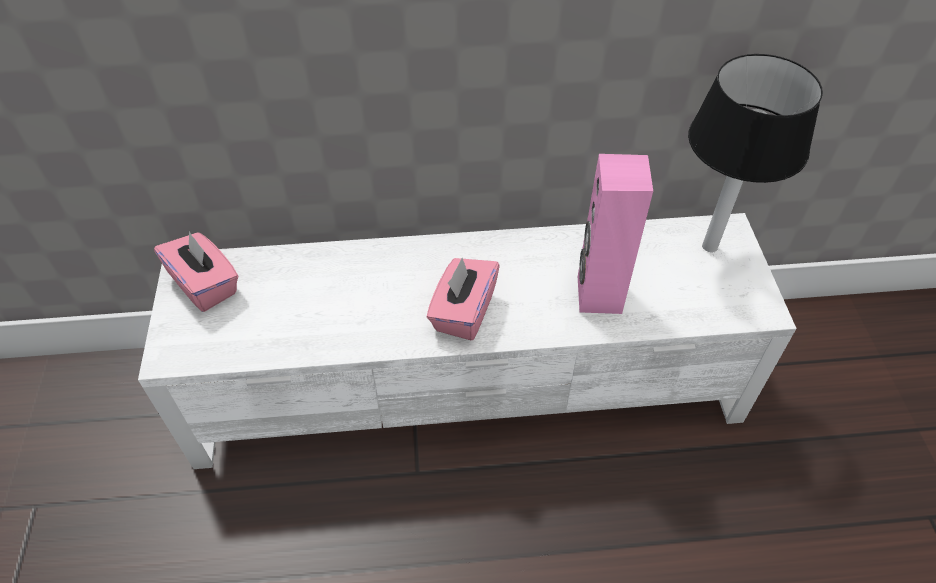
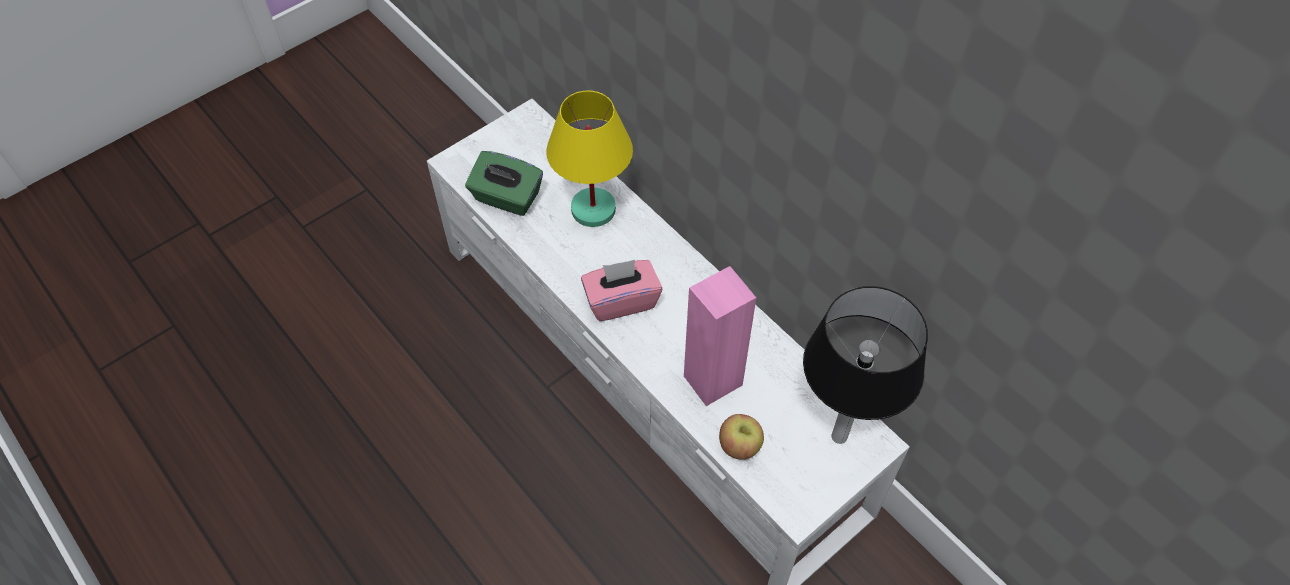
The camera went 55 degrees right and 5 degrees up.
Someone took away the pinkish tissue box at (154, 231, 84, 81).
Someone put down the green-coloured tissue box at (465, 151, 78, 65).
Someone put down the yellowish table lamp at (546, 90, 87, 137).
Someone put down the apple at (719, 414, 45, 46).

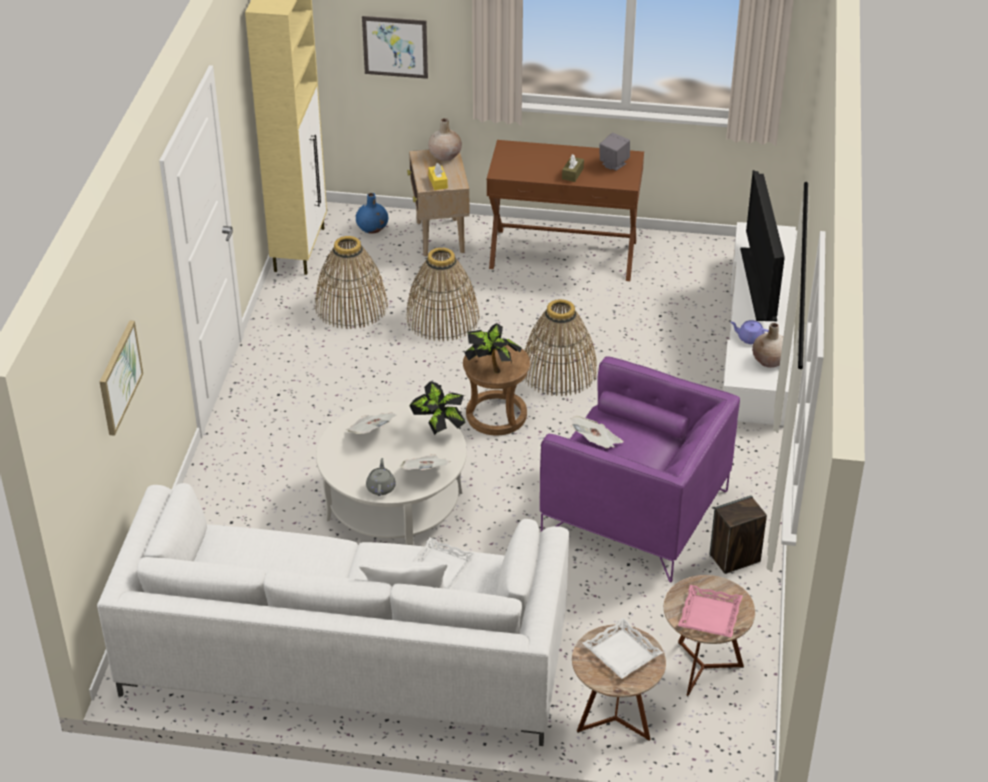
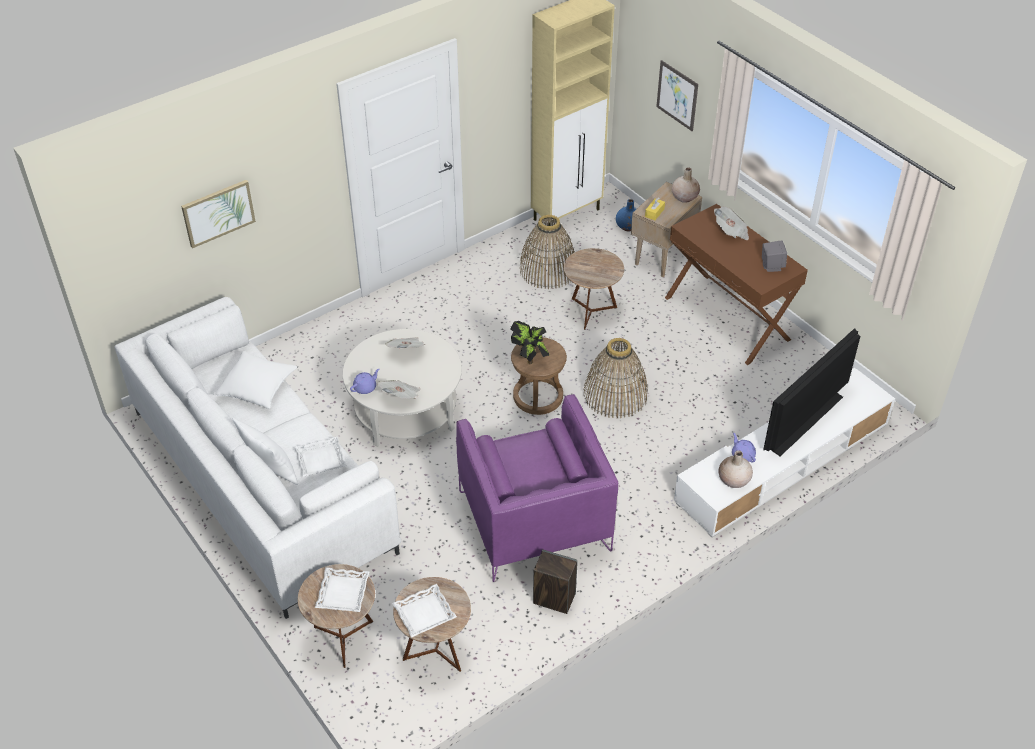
The camera went 45 degrees right and 5 degrees up.
Someone repainted the grey tea pot at (366, 458, 30, 38), which became the purple-coloured tea pot at (350, 369, 29, 25).
Someone swapped the basket at (406, 247, 74, 95) for the brown accent table at (564, 248, 60, 82).
Someone took away the houseplant at (409, 381, 57, 54).
Someone took away the brown tissue box at (562, 154, 22, 28).
Someone carried the newspaper from (571, 416, 52, 33) to (714, 207, 35, 33).
Someone repainted the pinkish tray at (678, 585, 64, 53), which became the whitish tray at (392, 584, 65, 54).
Someone put down the whitish pillow at (213, 351, 84, 58).

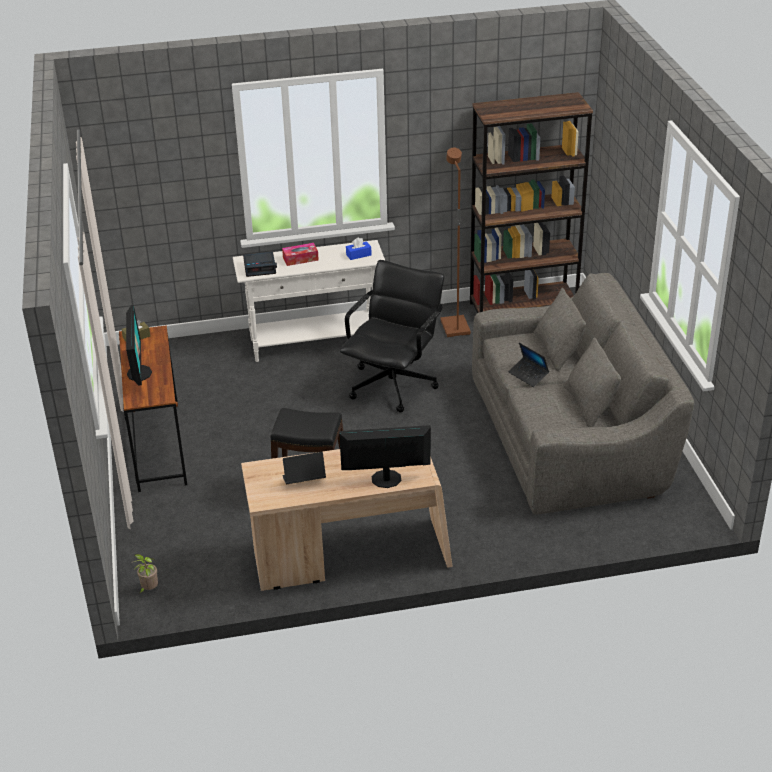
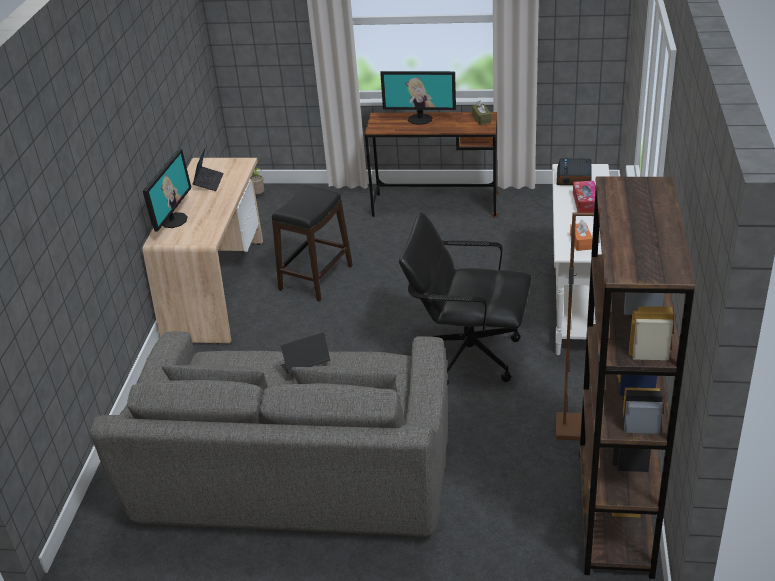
The camera went 110 degrees right and 0 degrees up.
Someone rotated the blackish office chair at (340, 260, 104, 153) by 150 degrees clockwise.
Someone repainted the blue tissue box at (346, 237, 26, 23), which became the orangey tissue box at (570, 220, 22, 31).

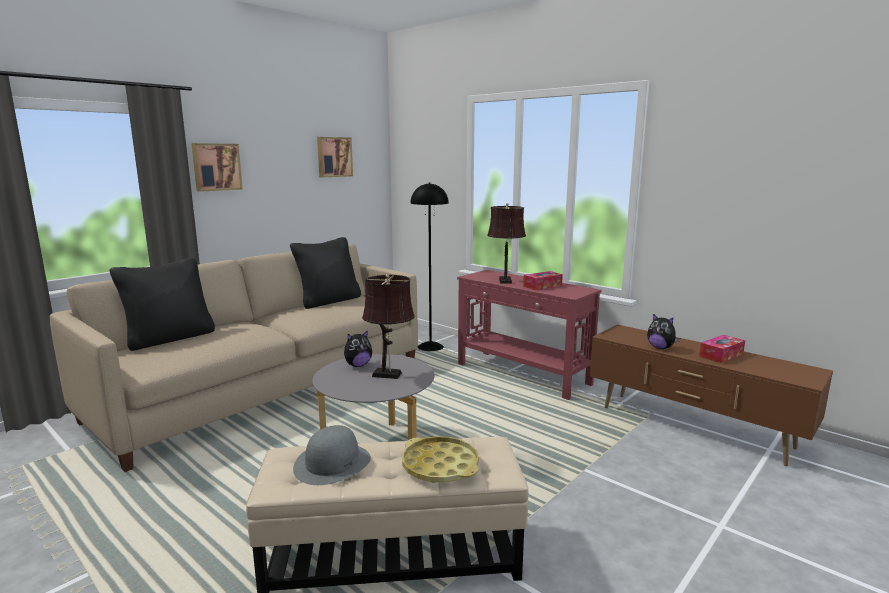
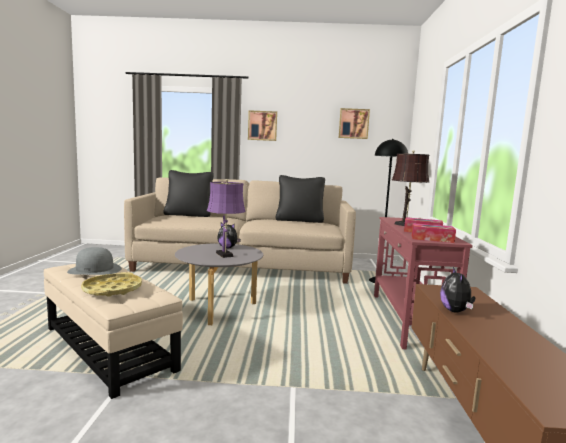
The camera went 50 degrees right and 5 degrees down.
Someone repainted the brown table lamp at (362, 274, 53, 105), which became the purple-coloured table lamp at (207, 179, 39, 79).
Someone carried the tissue box from (699, 335, 46, 28) to (412, 223, 44, 20).

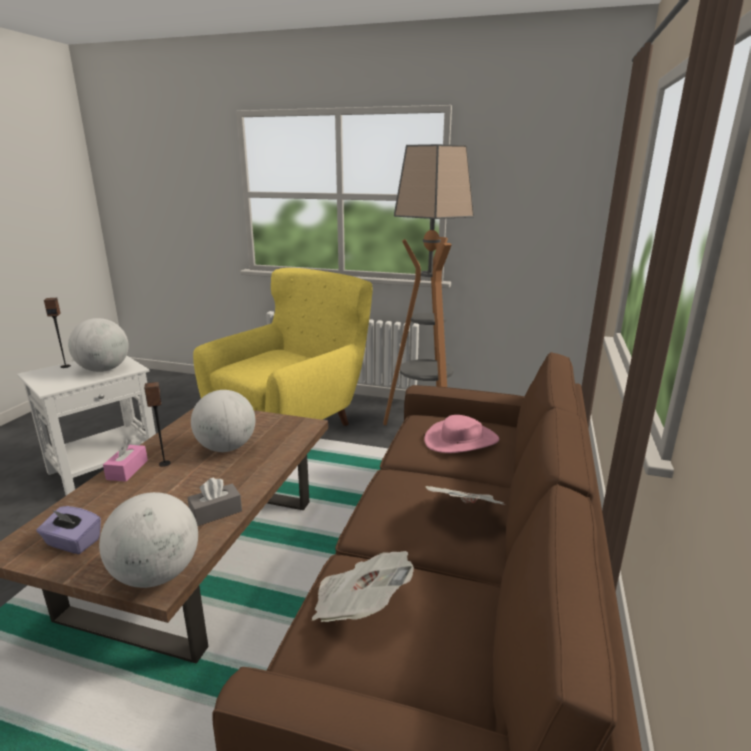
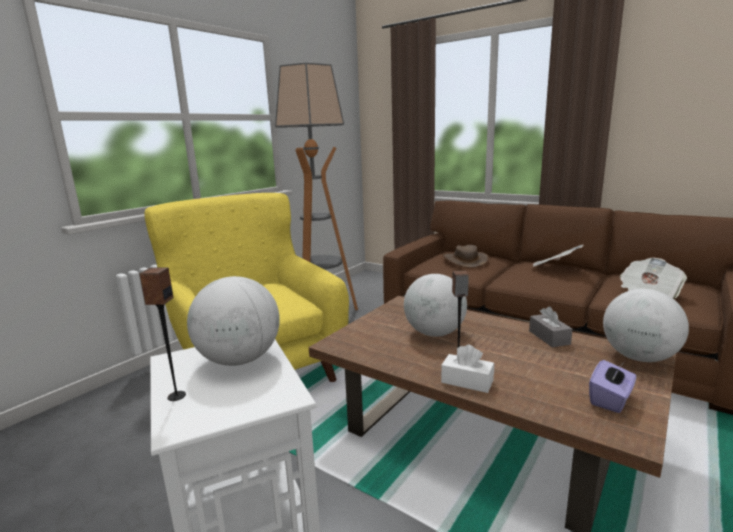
The camera went 70 degrees left and 5 degrees down.
Someone repainted the pinkish tissue box at (103, 439, 45, 43), which became the whitish tissue box at (441, 345, 53, 48).
Someone repainted the pinkish clothing hat at (424, 415, 75, 38), which became the brown clothing hat at (443, 245, 46, 23).

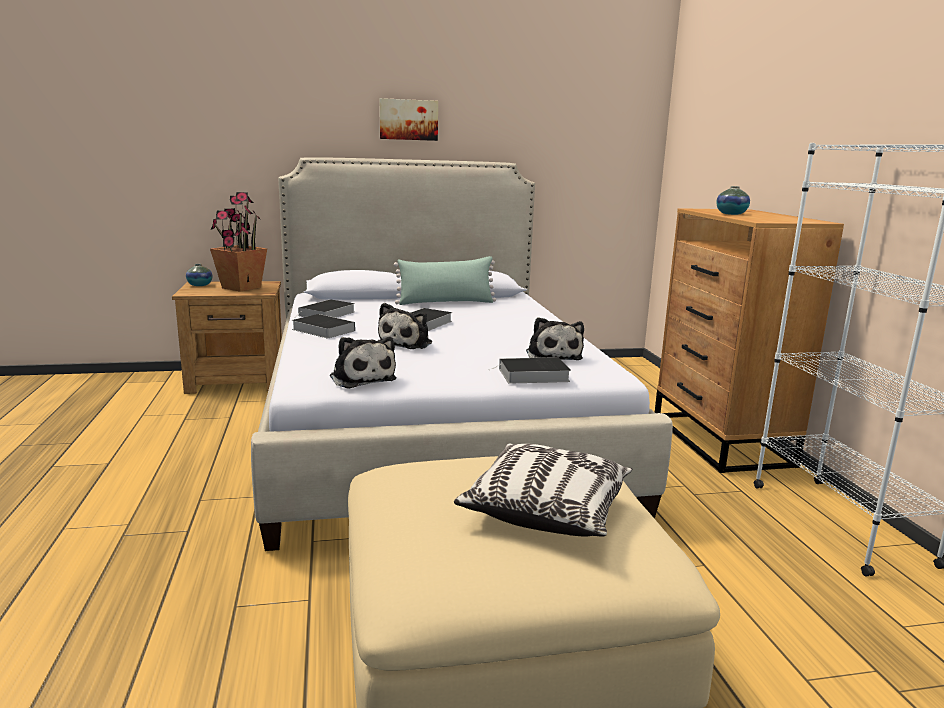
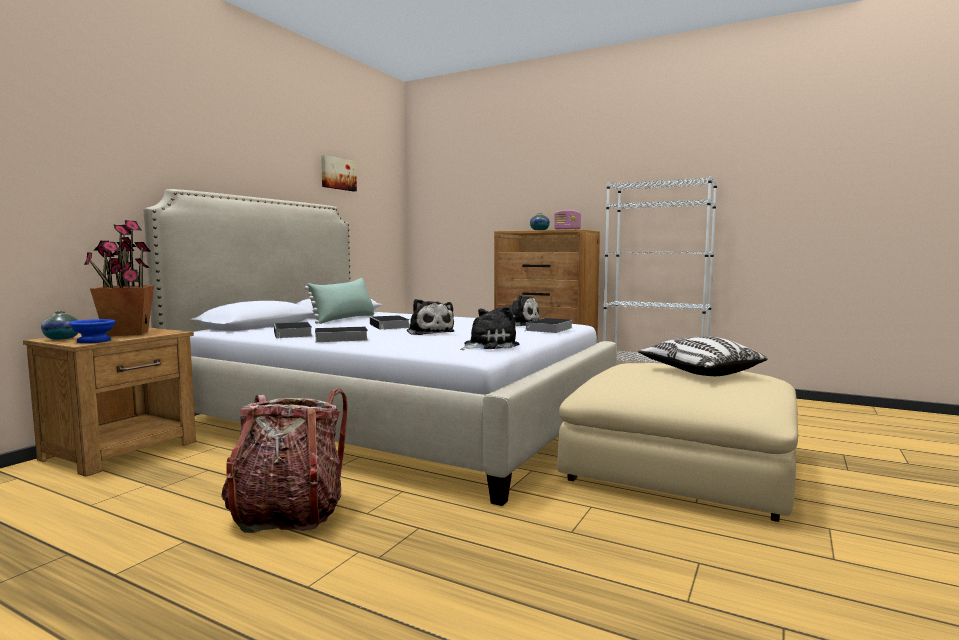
The camera went 50 degrees left and 10 degrees down.
Someone rotated the plush toy at (330, 337, 67, 52) by 45 degrees counterclockwise.
Someone carried the picture from (379, 98, 59, 43) to (321, 155, 36, 36).
Someone put down the blue deep dish at (69, 319, 47, 24).
Someone put down the knapsack at (221, 388, 127, 145).
Someone put down the radio at (554, 210, 27, 20).

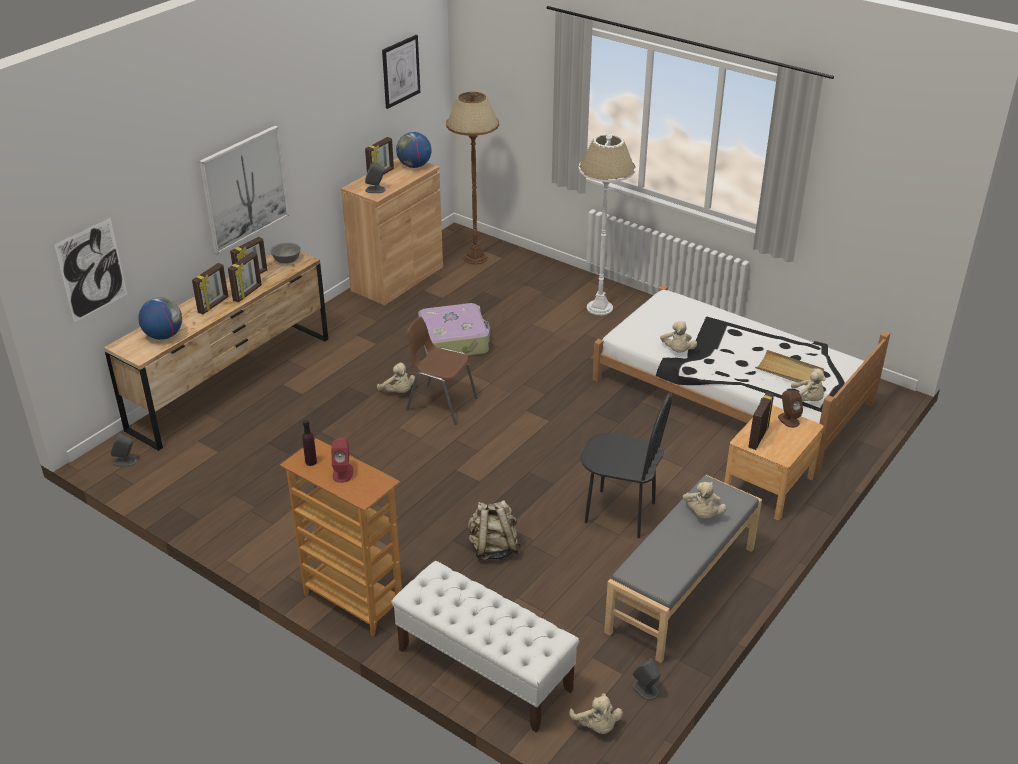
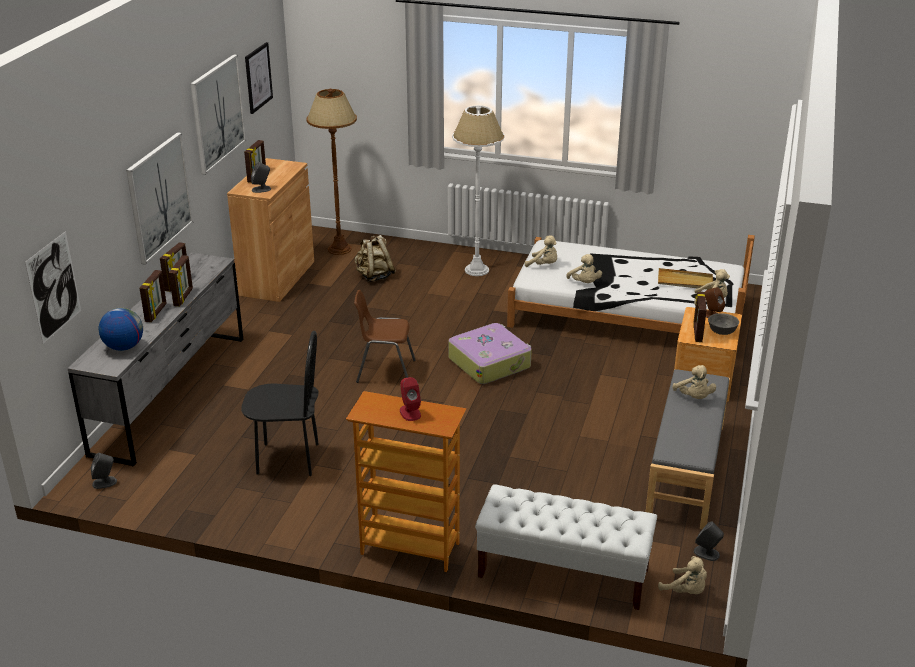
The camera went 20 degrees left and 5 degrees down.
Someone repainted the brown chest of drawers at (104, 252, 224, 199), which became the grey chest of drawers at (67, 253, 176, 214).
Someone carried the grey deep dish from (270, 243, 31, 21) to (708, 313, 31, 22).
Someone took away the purple-coloured beverage bottle at (302, 420, 15, 46).
Someone carried the beige plush toy from (377, 362, 38, 31) to (525, 235, 32, 32).
Someone took away the globe at (396, 132, 35, 36).
Someone carried the travel case from (418, 303, 72, 53) to (448, 323, 84, 61).
Someone carried the beige knapsack from (468, 500, 54, 61) to (354, 235, 42, 47).
Someone carried the blackish upright chair from (581, 393, 91, 145) to (241, 331, 78, 145).
Someone put up the picture at (190, 54, 56, 121).

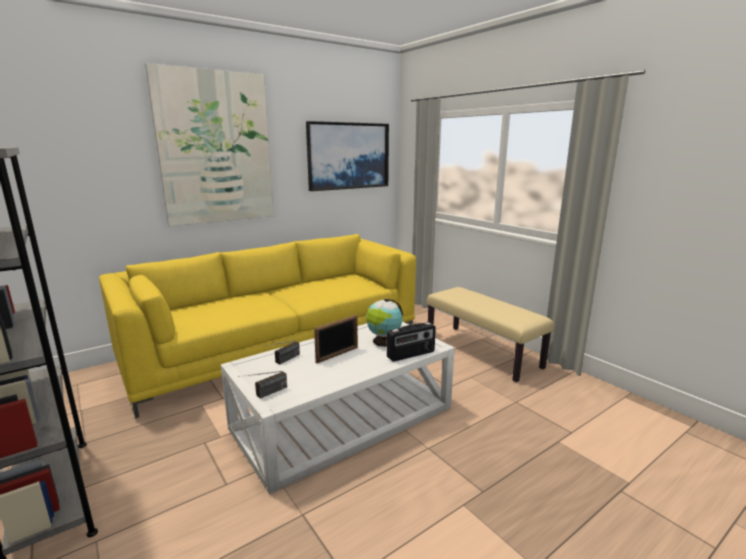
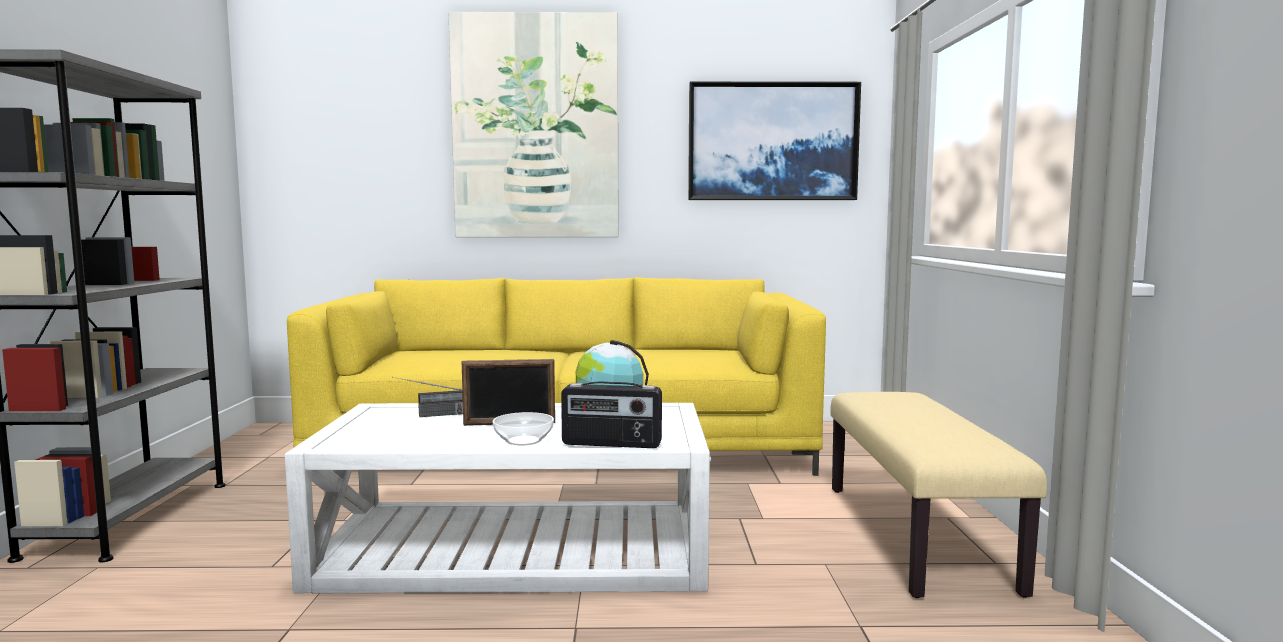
The camera went 35 degrees right and 10 degrees down.
Someone took away the radio at (238, 371, 49, 27).
Someone put down the deep dish at (493, 412, 61, 33).

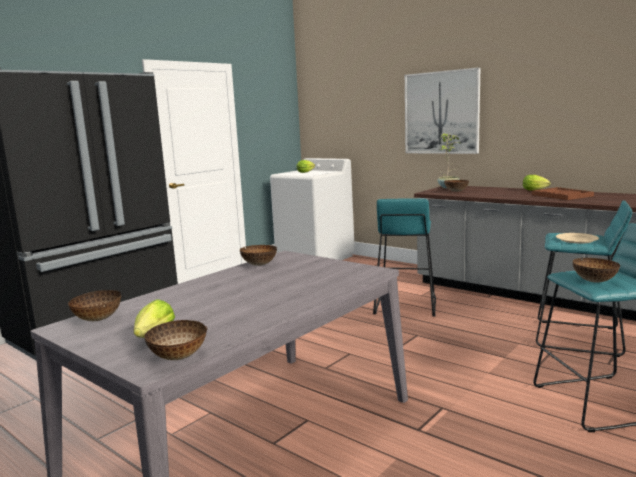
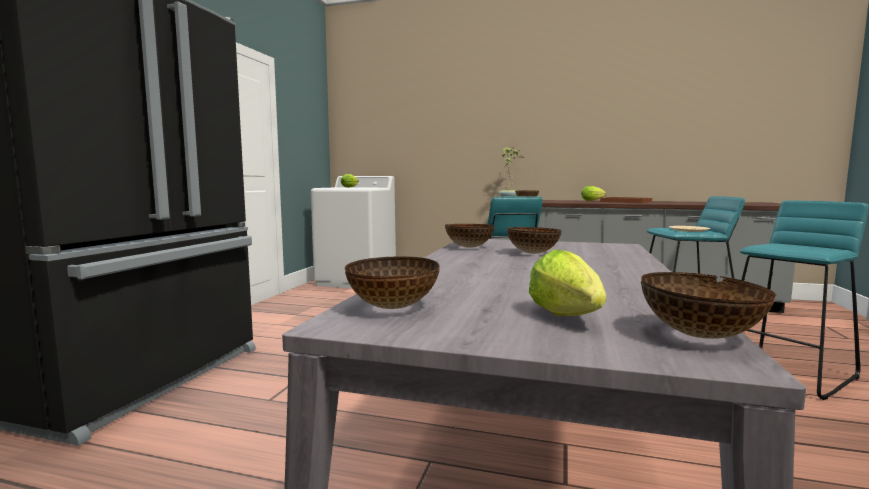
The camera went 25 degrees left and 5 degrees down.
Someone took away the picture at (405, 67, 75, 87).
Someone carried the deep dish from (573, 258, 47, 25) to (507, 227, 55, 27).

